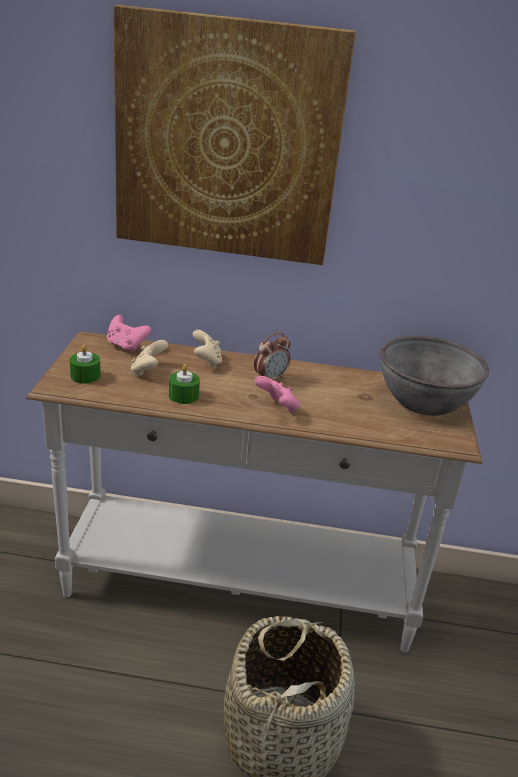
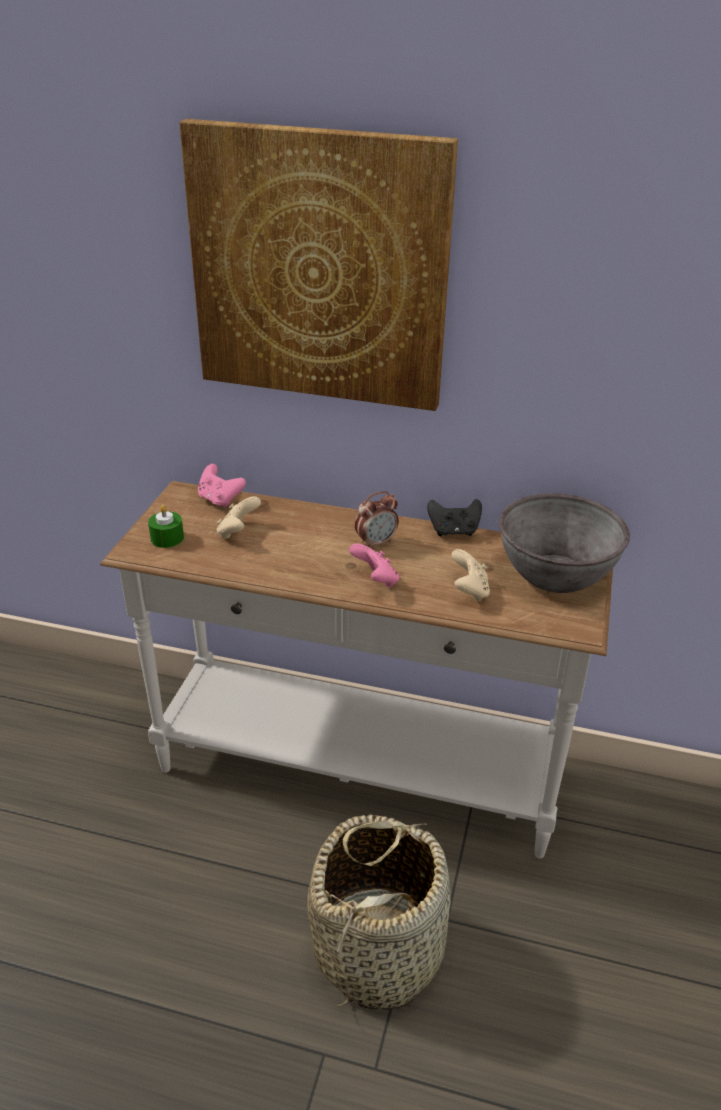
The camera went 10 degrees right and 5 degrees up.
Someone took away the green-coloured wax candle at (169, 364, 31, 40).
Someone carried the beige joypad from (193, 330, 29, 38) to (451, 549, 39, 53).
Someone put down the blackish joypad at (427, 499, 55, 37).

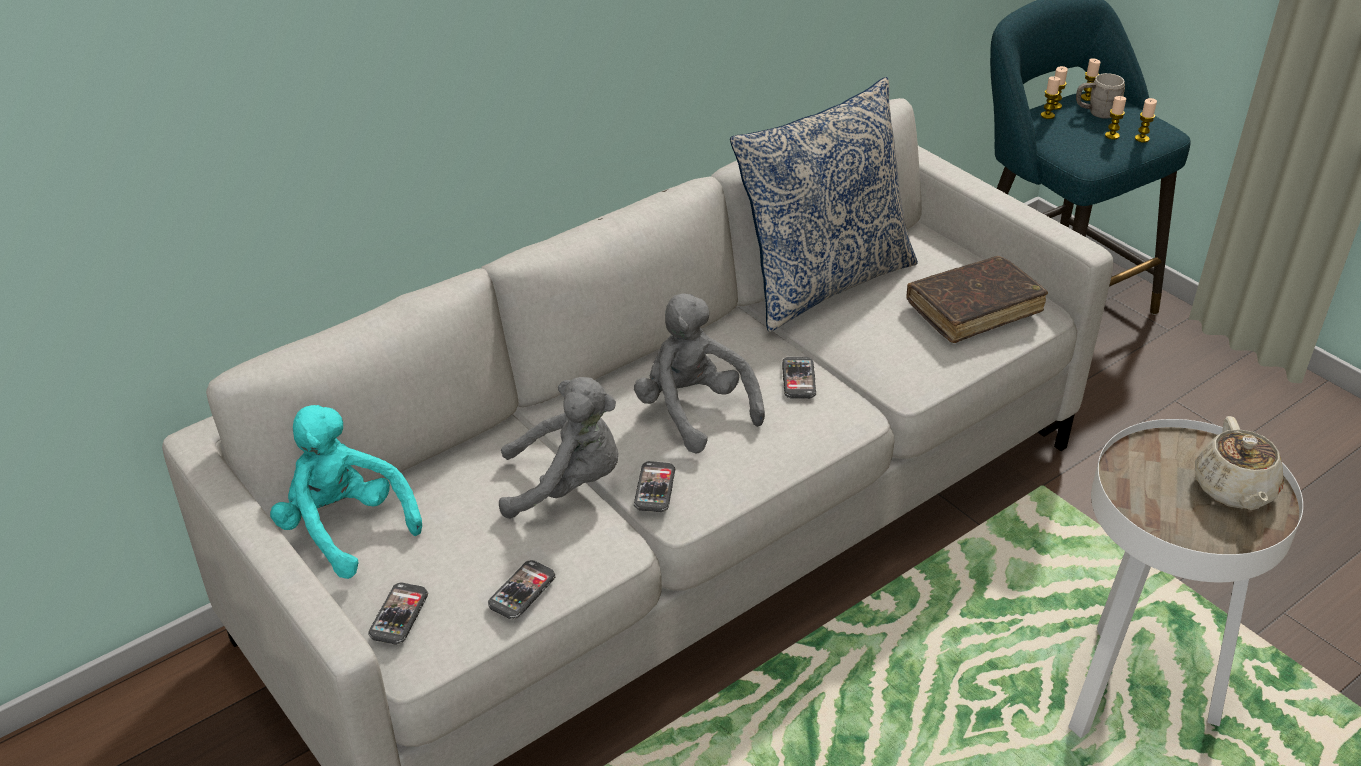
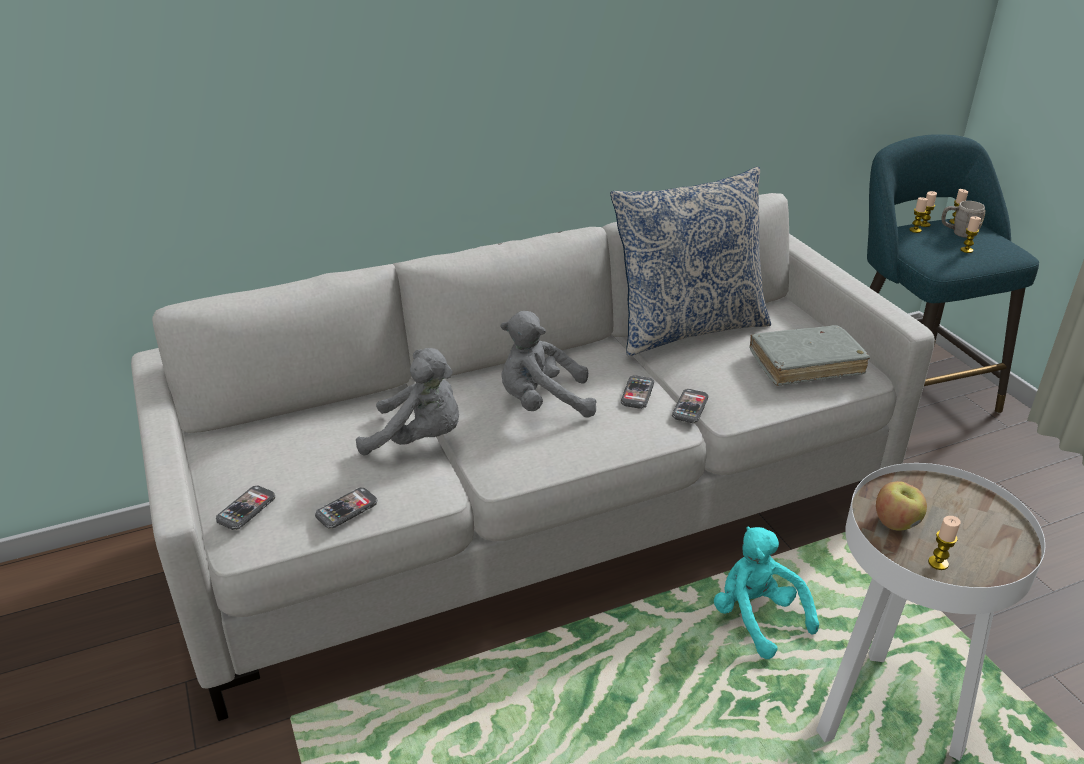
The camera went 15 degrees right and 5 degrees down.
Someone carried the turquoise-coloured plush toy from (270, 405, 152, 174) to (714, 526, 105, 133).
Someone rotated the grey plush toy at (634, 293, 131, 161) by 75 degrees counterclockwise.
Someone carried the handset from (634, 461, 41, 51) to (672, 389, 37, 34).
Someone repainted the brown book at (906, 256, 142, 87), which became the grey book at (749, 325, 121, 61).
Someone carried the wax candle from (1135, 98, 22, 44) to (928, 516, 33, 54).
Someone took away the beige tea pot at (1195, 416, 89, 94).
Someone put down the apple at (876, 481, 51, 50).

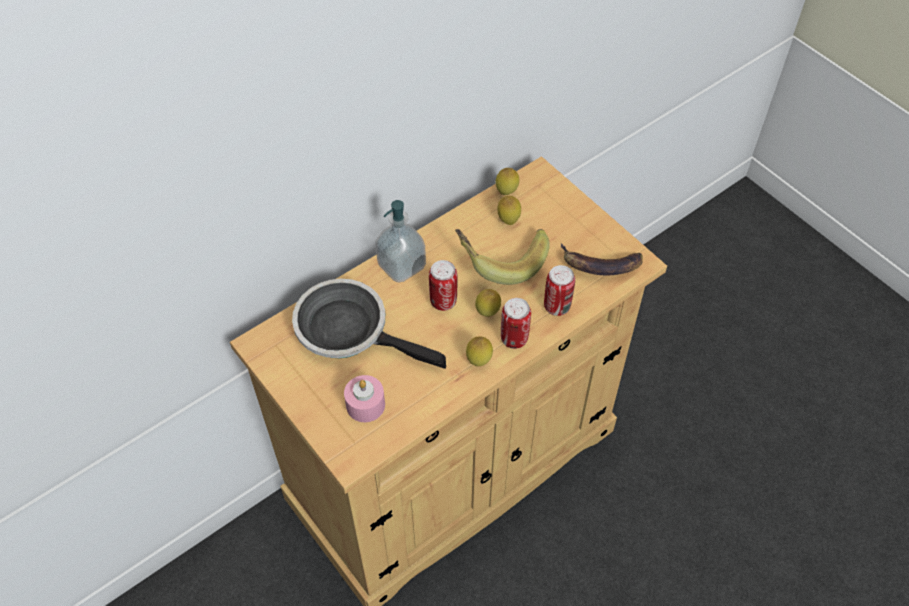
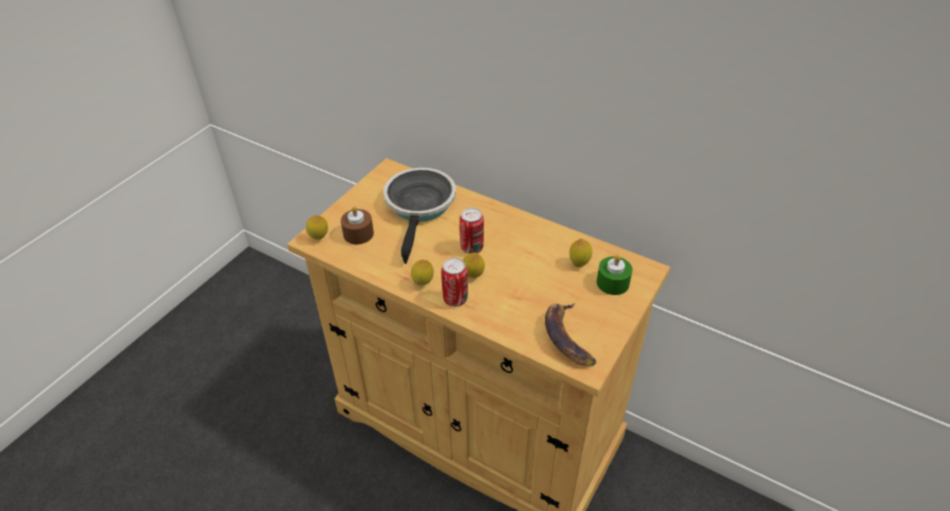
The camera went 70 degrees right and 10 degrees down.
Someone repainted the pinkish wax candle at (344, 375, 41, 47), which became the brown wax candle at (341, 206, 33, 38).
Someone took away the soap bottle at (375, 200, 51, 83).
Someone took away the banana at (455, 229, 95, 56).
Someone carried the lemon from (495, 168, 24, 27) to (306, 215, 22, 25).
Someone took away the sealed can at (544, 265, 31, 51).
Someone put down the green-coloured wax candle at (597, 255, 36, 40).

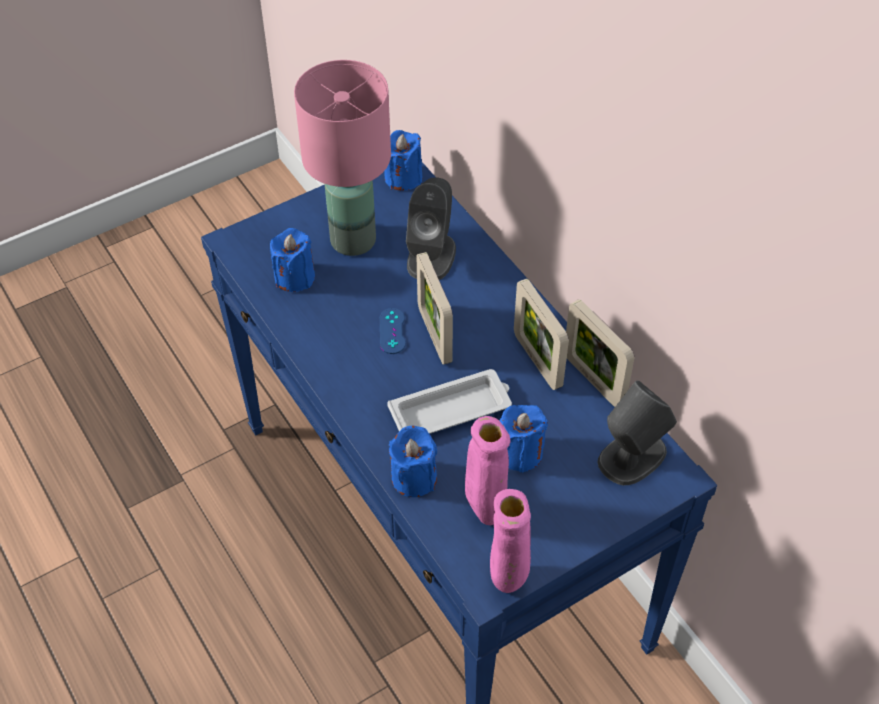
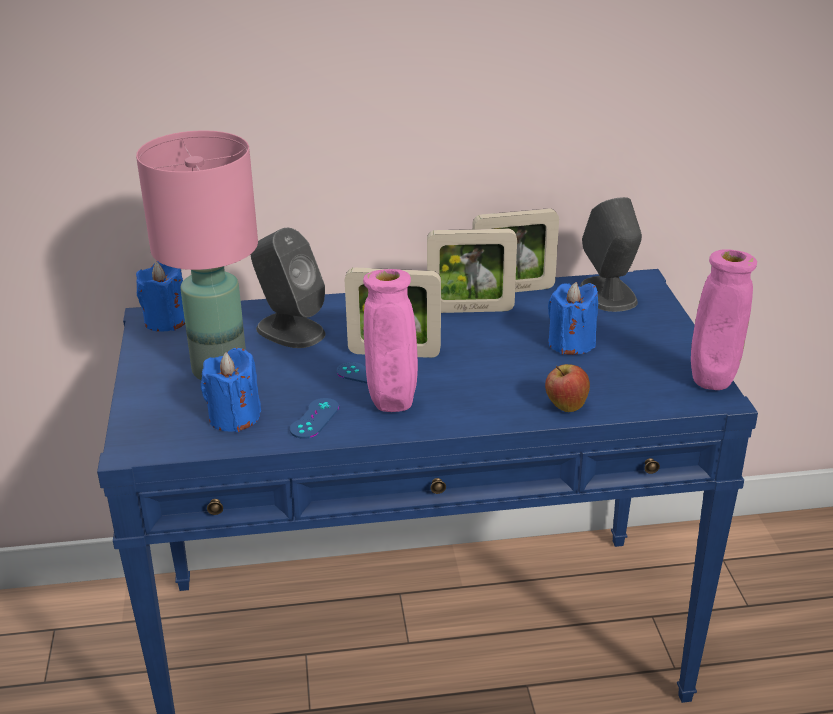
The camera went 65 degrees left and 20 degrees down.
Someone took away the whitish tray at (387, 369, 125, 65).
Someone swapped the blue wax candle at (389, 426, 48, 71) for the apple at (545, 364, 45, 48).
Someone carried the pinkish vase from (465, 416, 45, 109) to (363, 269, 55, 143).
Someone put down the blue joypad at (290, 398, 49, 41).

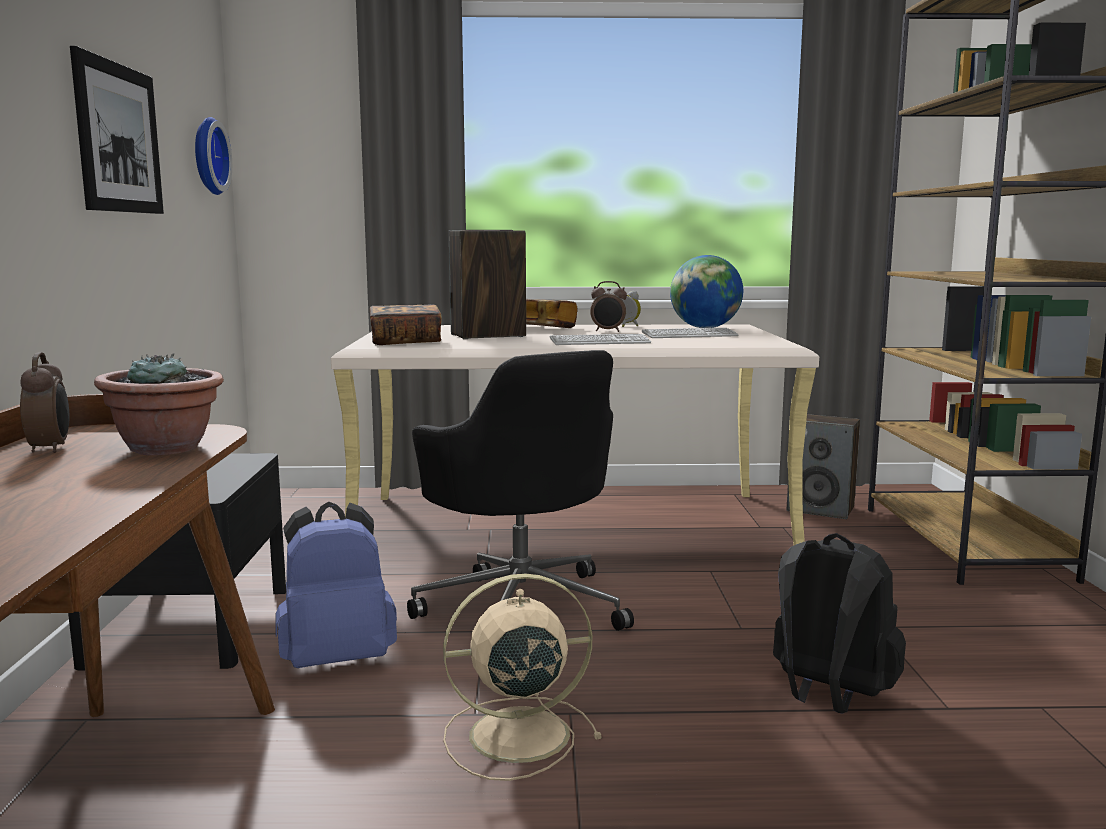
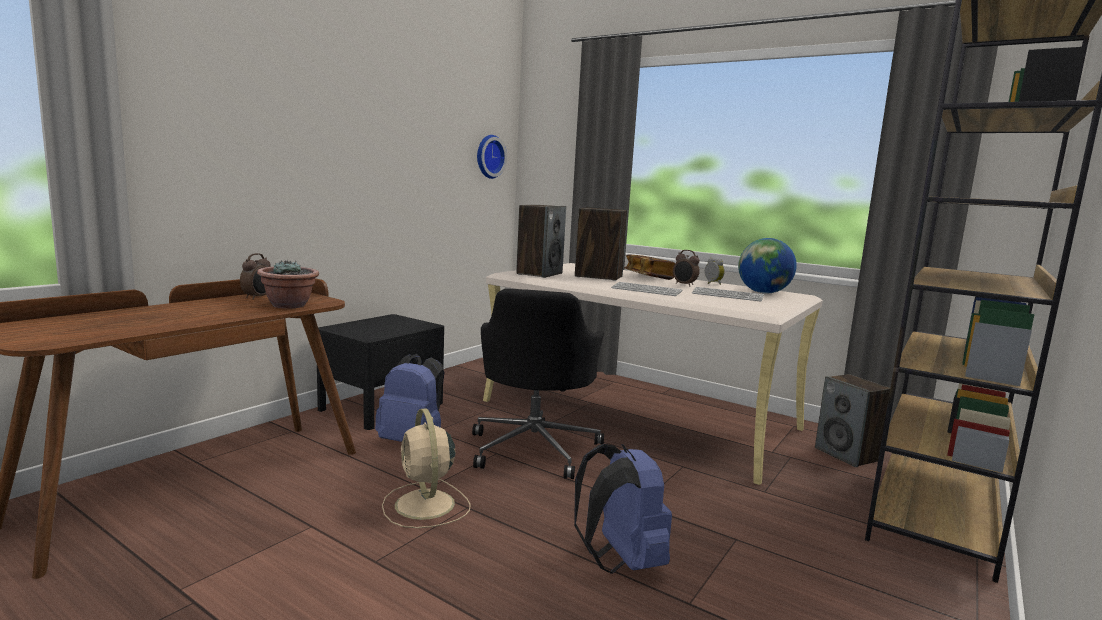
The camera went 35 degrees right and 0 degrees up.
Someone took away the picture at (70, 46, 94, 168).
Someone swapped the book at (370, 304, 72, 41) for the loudspeaker at (516, 205, 50, 73).
Someone rotated the beige electric fan at (443, 573, 159, 208) by 135 degrees counterclockwise.
Someone repainted the blackish knapsack at (773, 533, 133, 181), which became the blue knapsack at (574, 444, 98, 130).

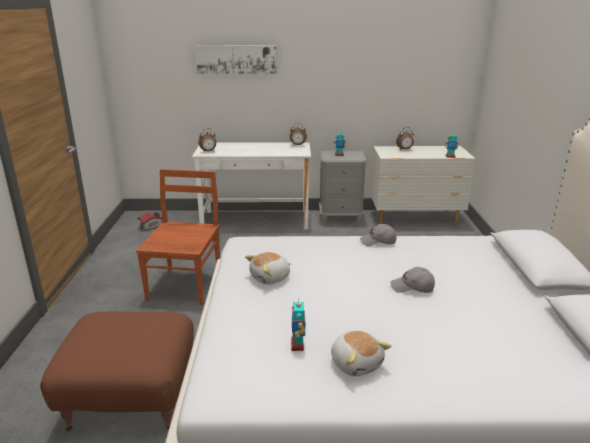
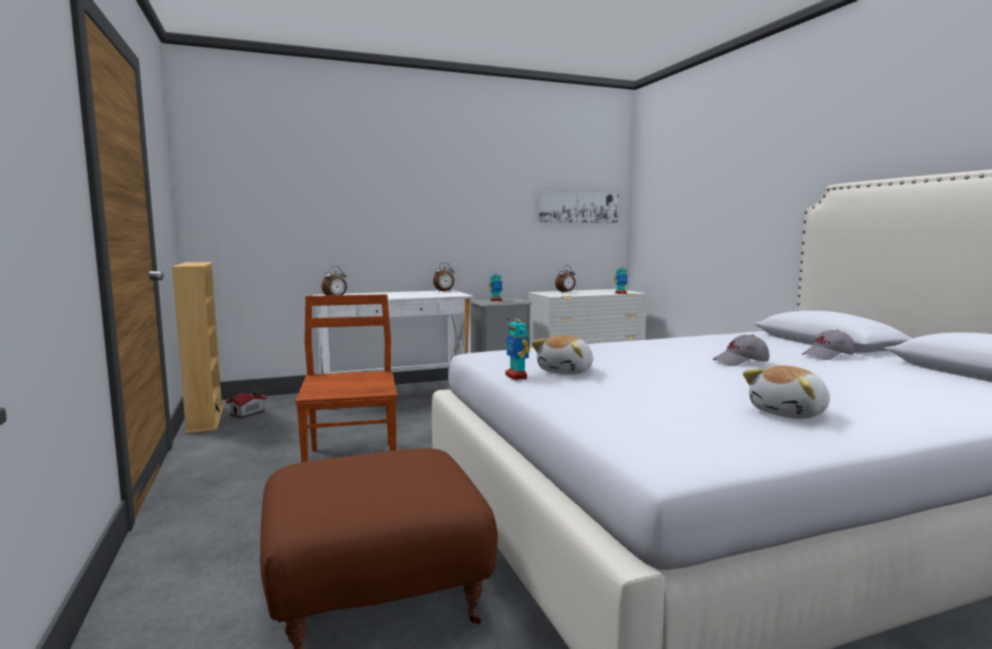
The camera went 20 degrees left and 15 degrees down.
Someone carried the picture from (195, 46, 82, 28) to (539, 192, 80, 31).
Someone carried the toy robot from (291, 302, 14, 49) to (506, 312, 24, 68).
Someone rotated the plush toy at (331, 331, 60, 45) by 105 degrees clockwise.
Someone carried the grey peaked cap from (360, 224, 37, 22) to (802, 330, 52, 30).
Someone put down the beige bookshelf at (172, 262, 52, 172).

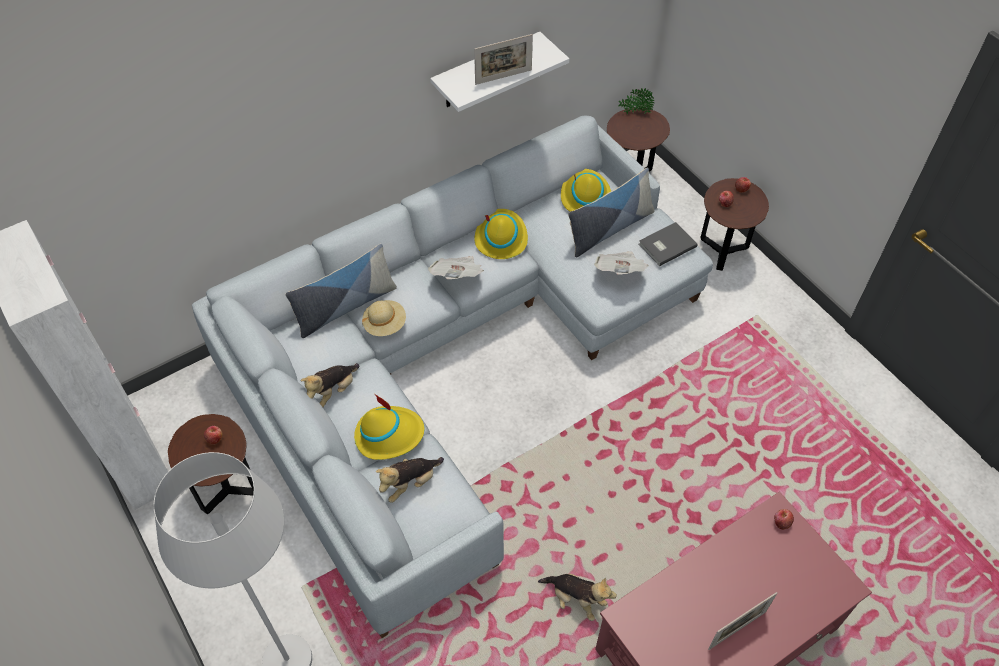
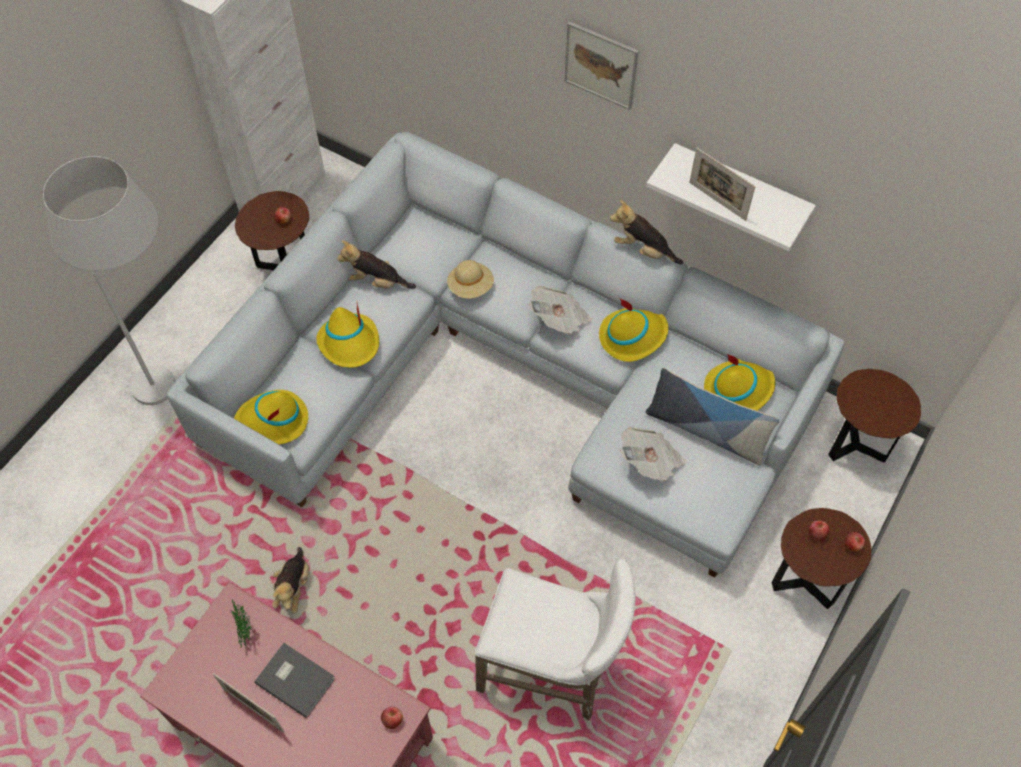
The camera went 65 degrees right and 5 degrees up.
Someone took away the pillow at (286, 244, 111, 94).
Someone carried the plush toy from (376, 457, 68, 46) to (610, 200, 73, 64).
Someone carried the houseplant from (618, 88, 36, 26) to (230, 599, 22, 47).
Someone carried the grey book from (639, 222, 58, 44) to (254, 643, 81, 75).
Someone put down the yellowish clothing hat at (234, 390, 74, 54).
Someone put down the whitish sitting stool at (474, 558, 162, 162).
Someone put up the picture at (564, 21, 75, 89).

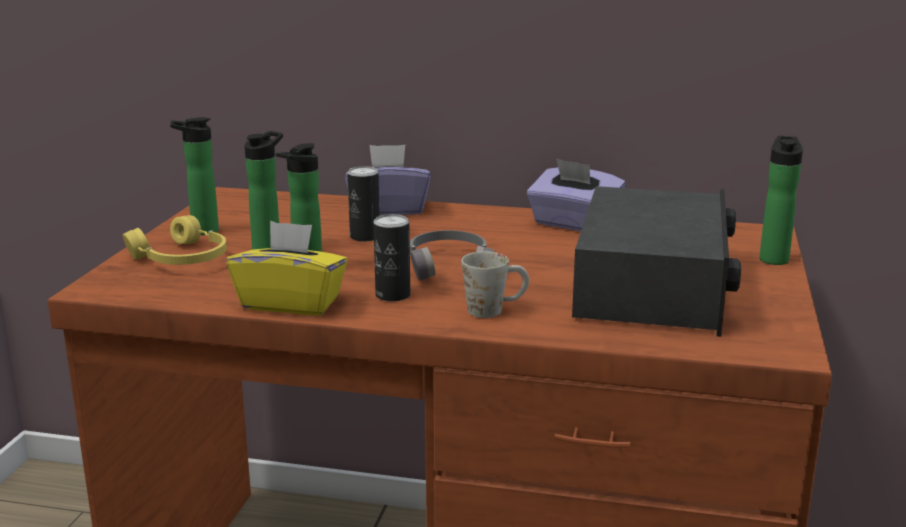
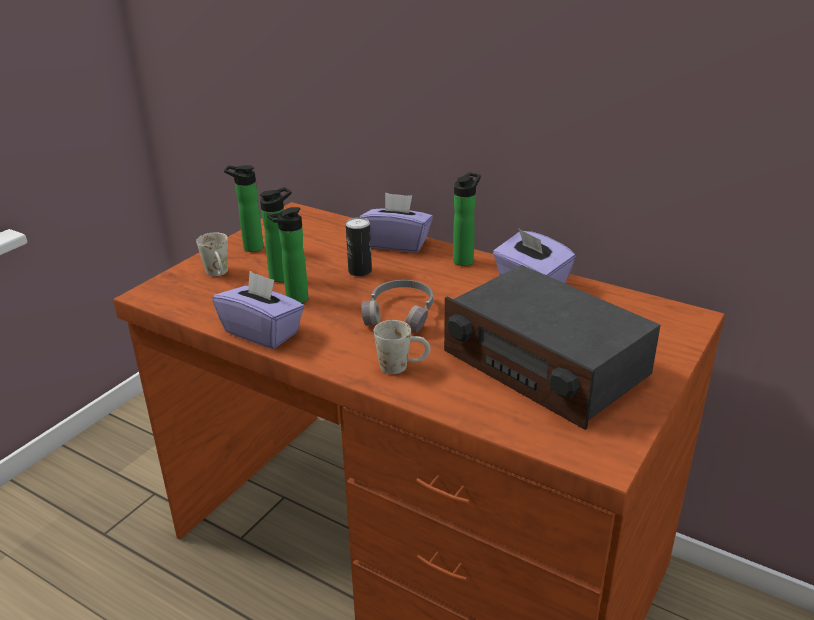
The camera went 20 degrees right and 10 degrees up.
Someone swapped the yellowish headphones at (123, 215, 104, 50) for the whitish tea mug at (196, 232, 32, 44).
Someone repainted the yellowish tissue box at (227, 221, 121, 95), which became the purple-coloured tissue box at (212, 271, 92, 78).
Someone took away the sealed can at (373, 214, 37, 88).
Someone rotated the radio at (572, 186, 169, 151) by 105 degrees clockwise.
Someone carried the beverage bottle from (759, 136, 44, 129) to (453, 172, 28, 94).

